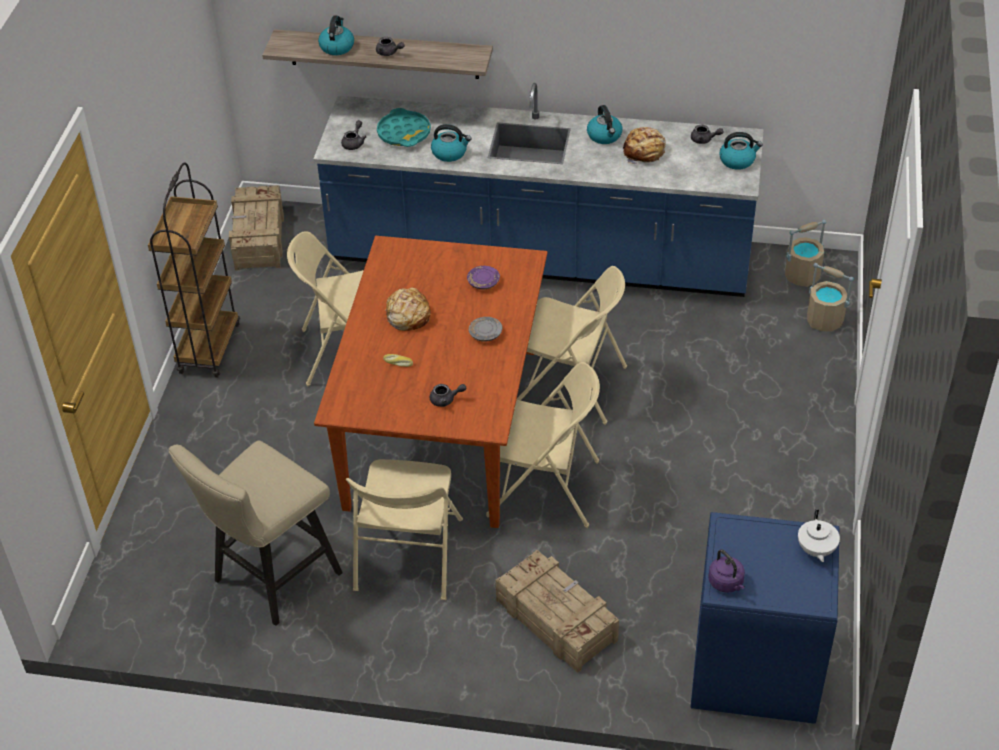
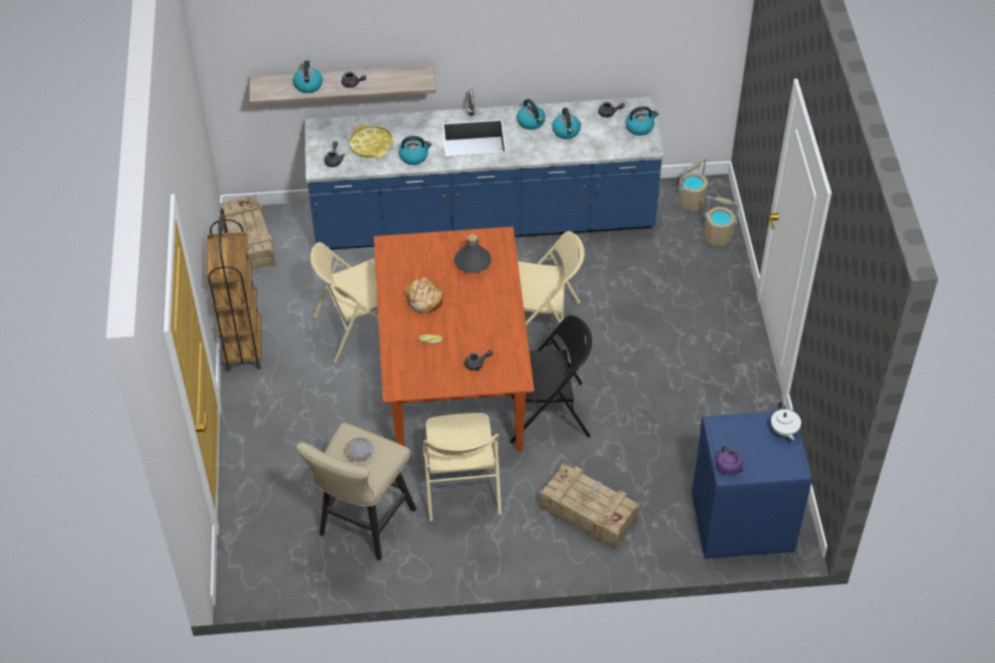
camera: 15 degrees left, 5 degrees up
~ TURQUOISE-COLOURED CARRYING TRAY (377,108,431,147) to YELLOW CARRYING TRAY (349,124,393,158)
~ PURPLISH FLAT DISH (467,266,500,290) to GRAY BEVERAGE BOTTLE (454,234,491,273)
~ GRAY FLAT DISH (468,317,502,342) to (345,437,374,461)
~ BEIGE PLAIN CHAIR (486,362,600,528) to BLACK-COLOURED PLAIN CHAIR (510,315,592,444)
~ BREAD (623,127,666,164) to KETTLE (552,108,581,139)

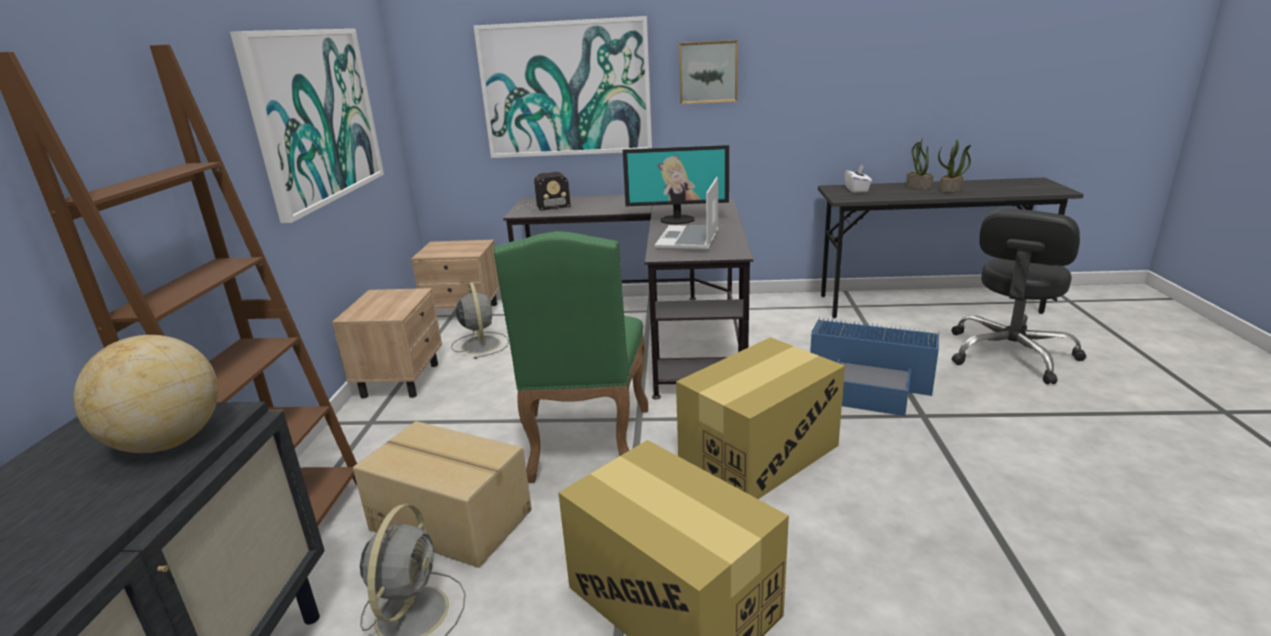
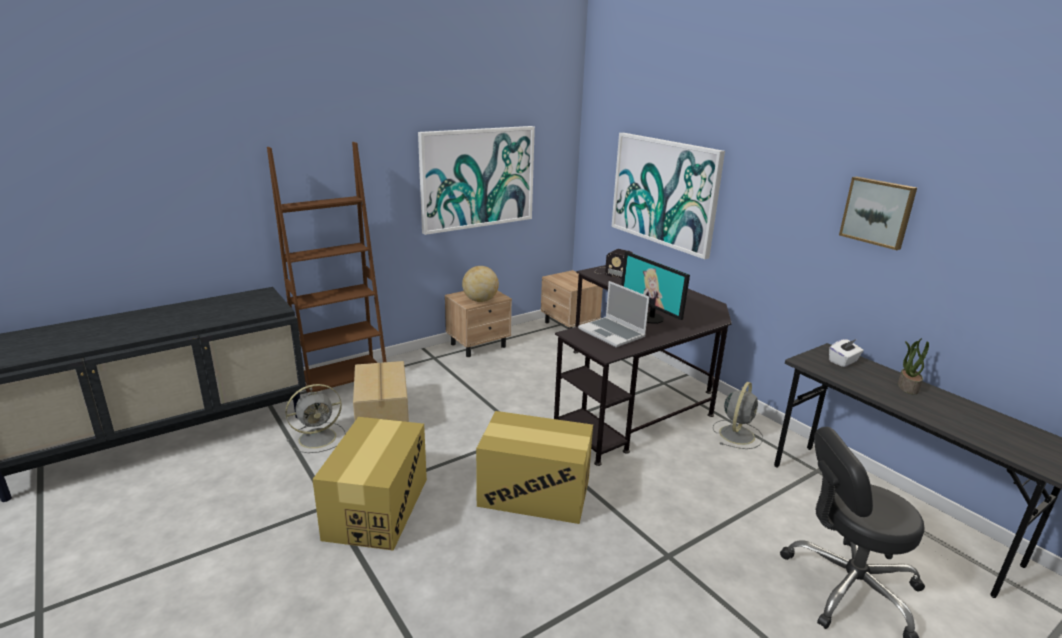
camera: 50 degrees right, 0 degrees up
~ WORLD GLOBE (74,335,218,453) to (462,266,499,302)
~ GRAY ELECTRIC FAN (451,282,509,359) to (713,382,763,449)
- GREENISH PLAIN CHAIR (493,231,648,483)
~ PORTABLE COMPUTER (655,177,718,251) = (578,281,649,347) 105 degrees counterclockwise
~ WALL ART (679,40,738,104) to (839,176,917,250)
- BLUISH STORAGE BIN (810,317,939,416)
- PLANT IN A POT (938,140,971,193)

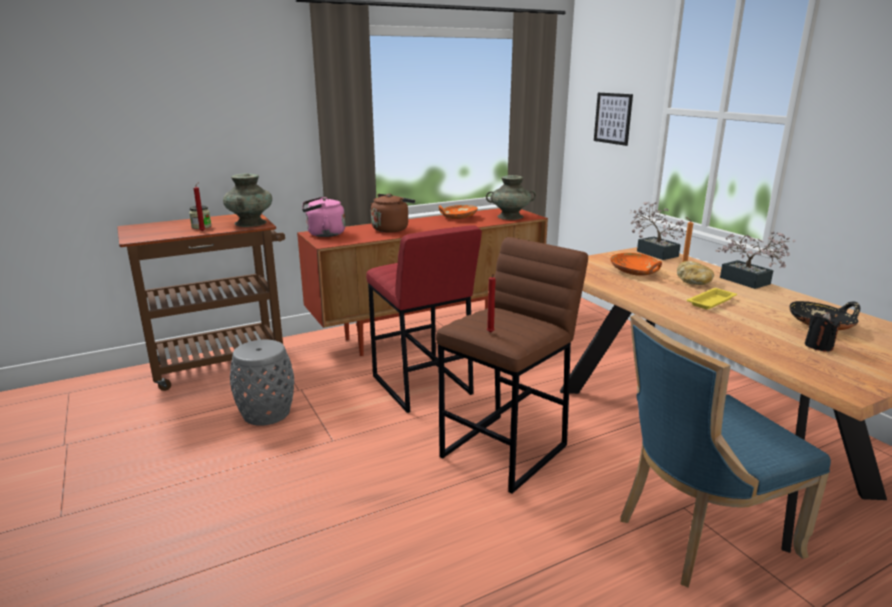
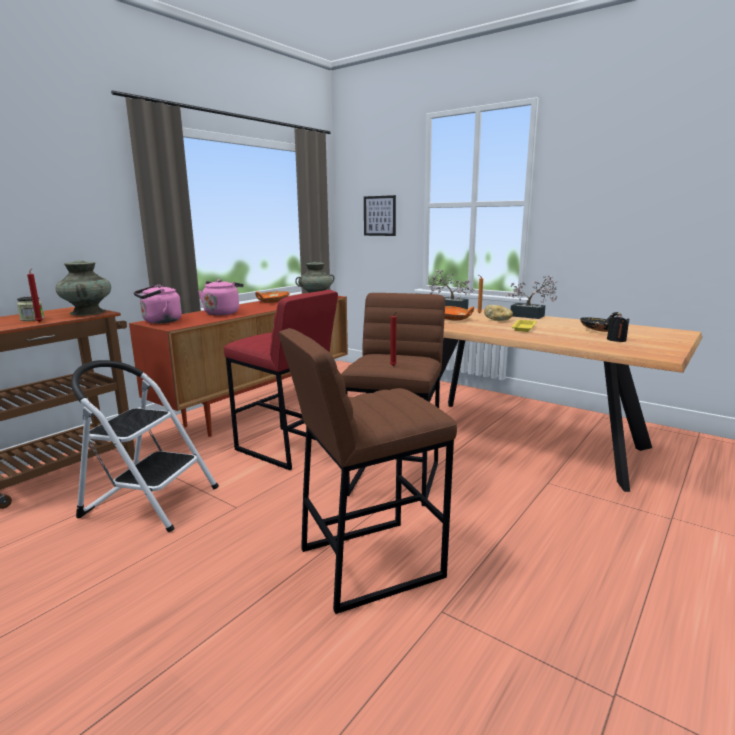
camera: 25 degrees left, 5 degrees down
~ GRAY SITTING STOOL (230,340,294,426) to STEP LADDER (71,360,219,532)
~ BROWN-COLOURED KETTLE (371,194,415,233) to PINKISH KETTLE (198,279,244,315)
- BLUISH PLAIN CHAIR (620,314,831,588)
+ BROWN-COLOURED SITTING STOOL (279,328,457,614)

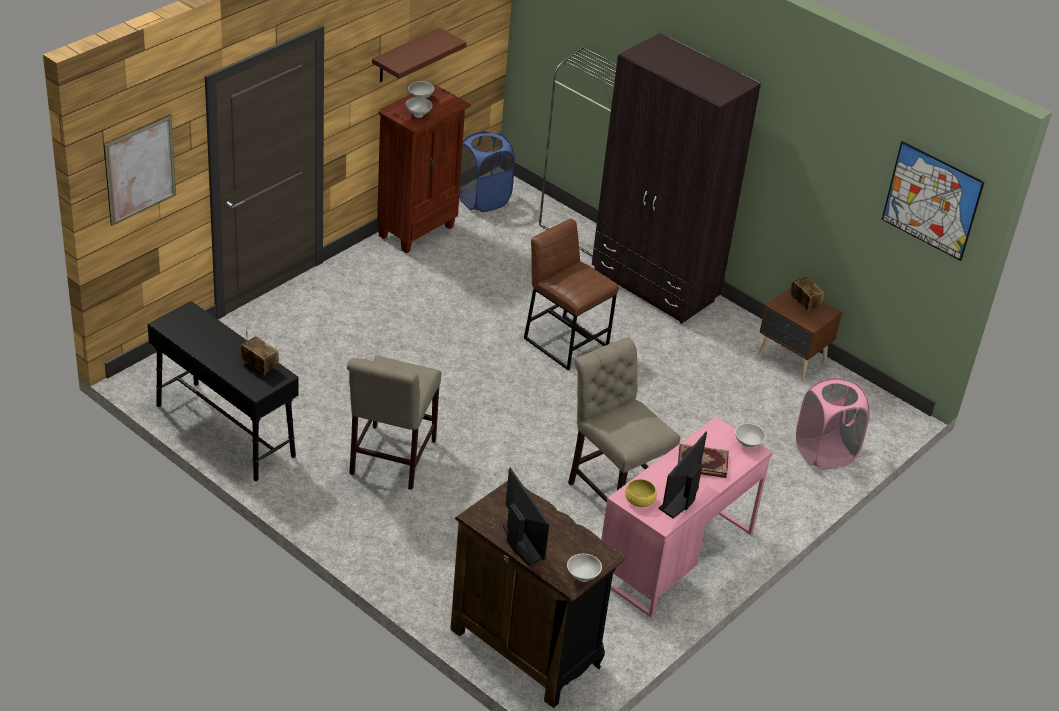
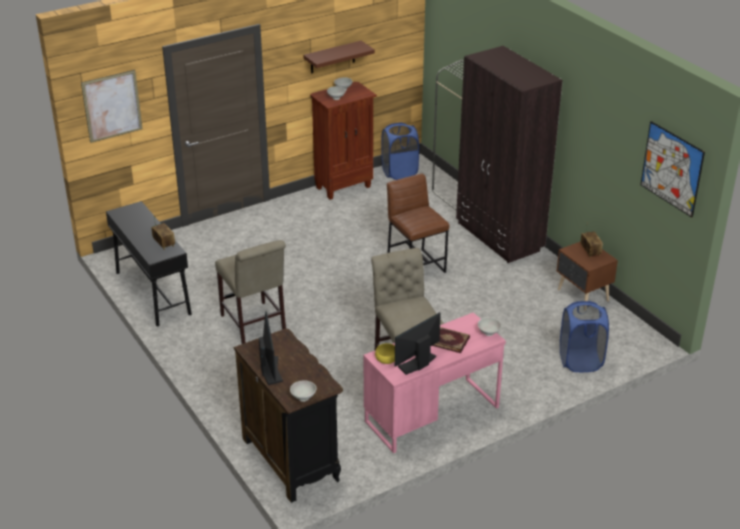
camera: 20 degrees right, 5 degrees down
~ BEIGE PLAIN CHAIR (347,356,441,490) = (215,240,286,344) 60 degrees counterclockwise
~ PINKISH WASHING BASKET (796,377,870,470) to BLUISH WASHING BASKET (560,301,609,372)

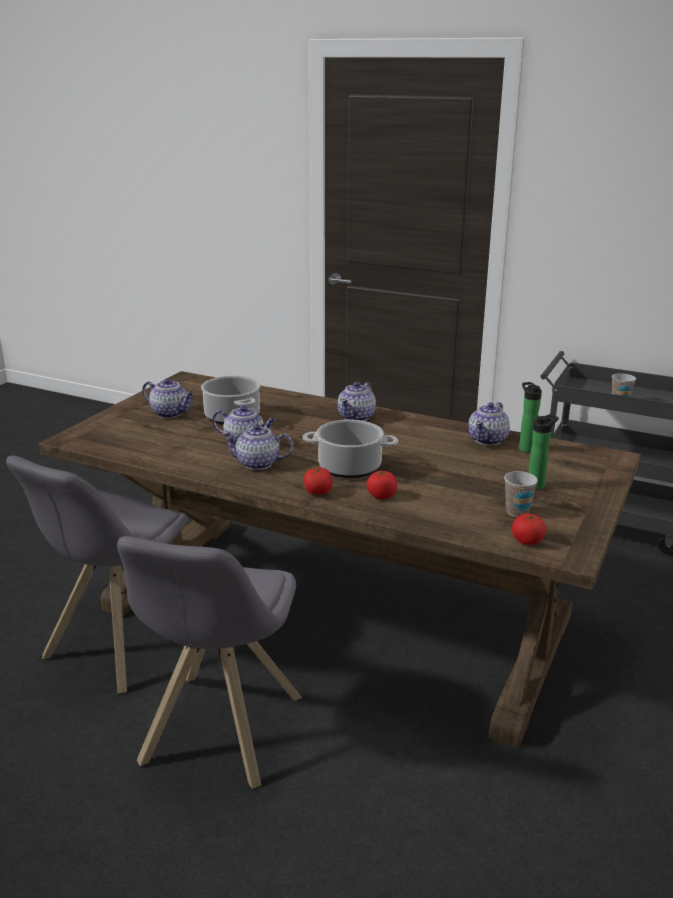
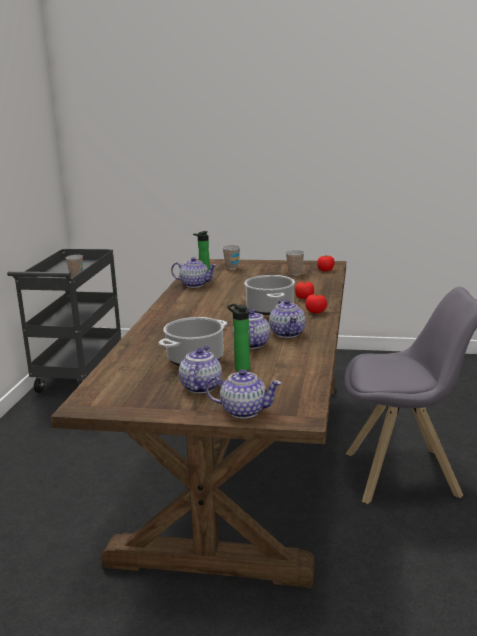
camera: 105 degrees left, 5 degrees down
- GRAY PLAIN CHAIR (6,455,188,694)
~ TEAPOT (337,382,376,421) to (206,369,282,419)
~ BEVERAGE BOTTLE (528,414,559,490) to (227,304,250,372)
+ CUP (222,245,240,269)

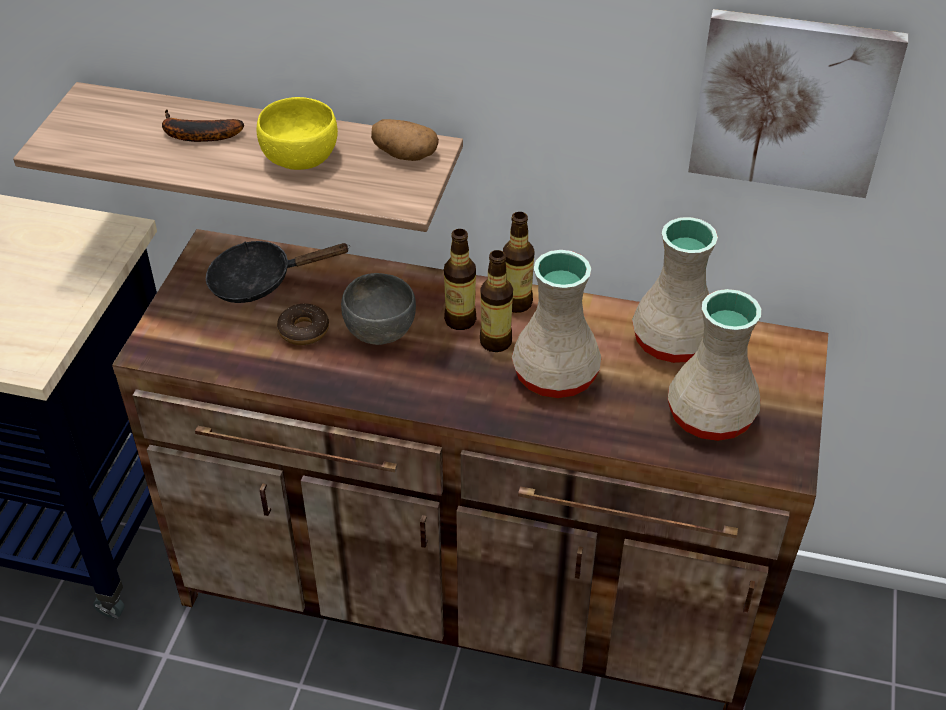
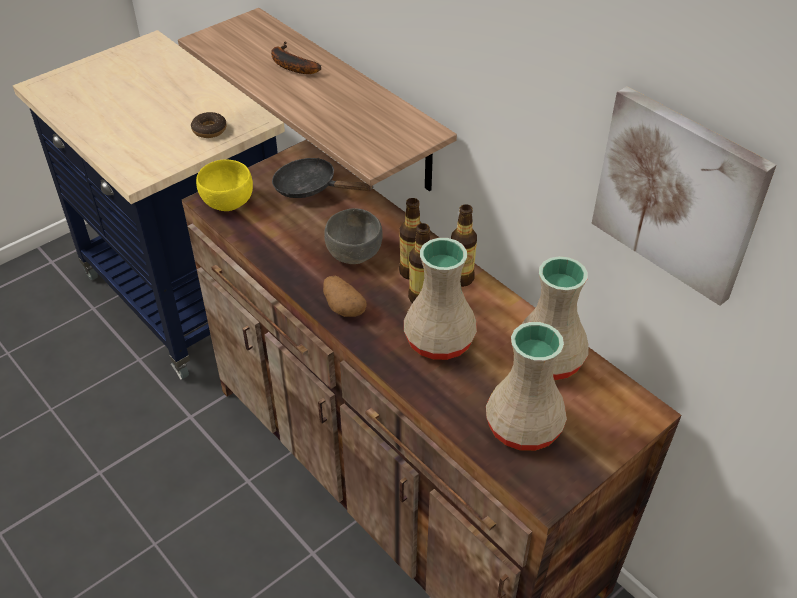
camera: 35 degrees right, 0 degrees up
~ YELLOW DEEP DISH (257,97,338,170) to (196,159,253,211)
~ RING DOUGHNUT (277,304,329,345) to (191,112,227,138)
~ POTATO (371,119,439,161) to (323,276,367,317)

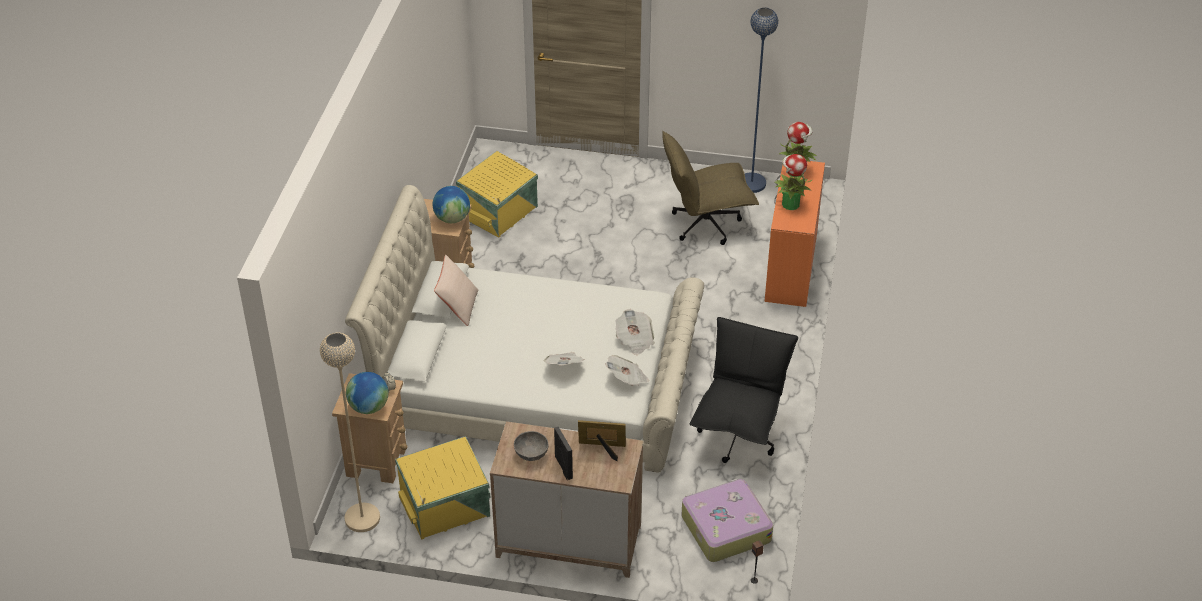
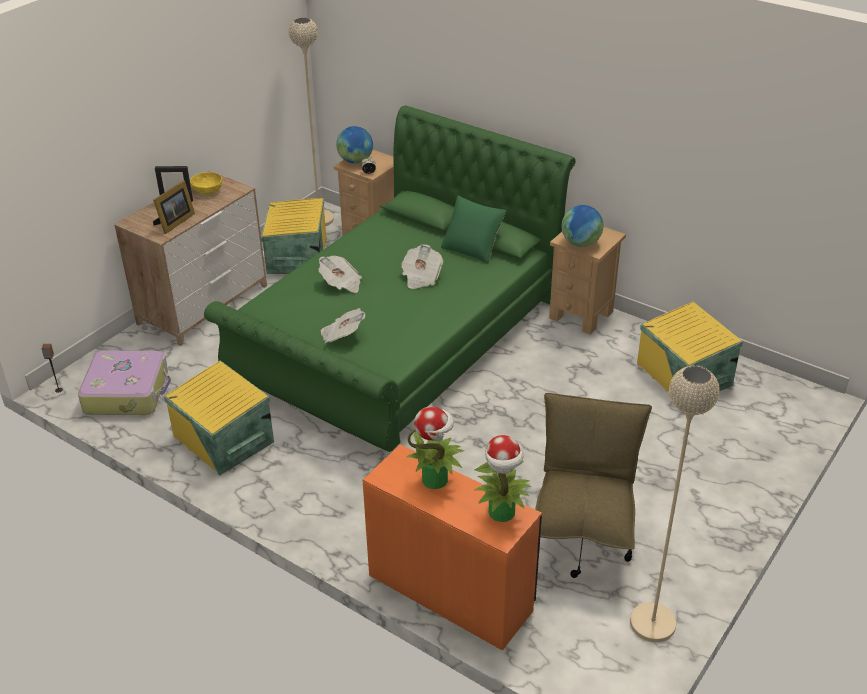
camera: 115 degrees right, 5 degrees down
~ BEIGE SLEEPING BED (345,185,704,473) to GREENISH SLEEPING BED (204,106,576,452)
~ BEIGE PILLOW (434,255,478,326) to GREENISH PILLOW (441,196,506,264)
~ GRAY DEEP DISH (514,431,549,461) to YELLOW DEEP DISH (190,172,222,194)
~ PRINTED PAPER (605,355,649,386) to (401,244,443,289)
~ BLACK-COLOURED DESK CHAIR (690,317,798,463) to YELLOW STORAGE BIN (164,360,274,475)
~ BLUISH FLOOR LAMP (745,8,778,193) to BEIGE FLOOR LAMP (630,365,720,642)

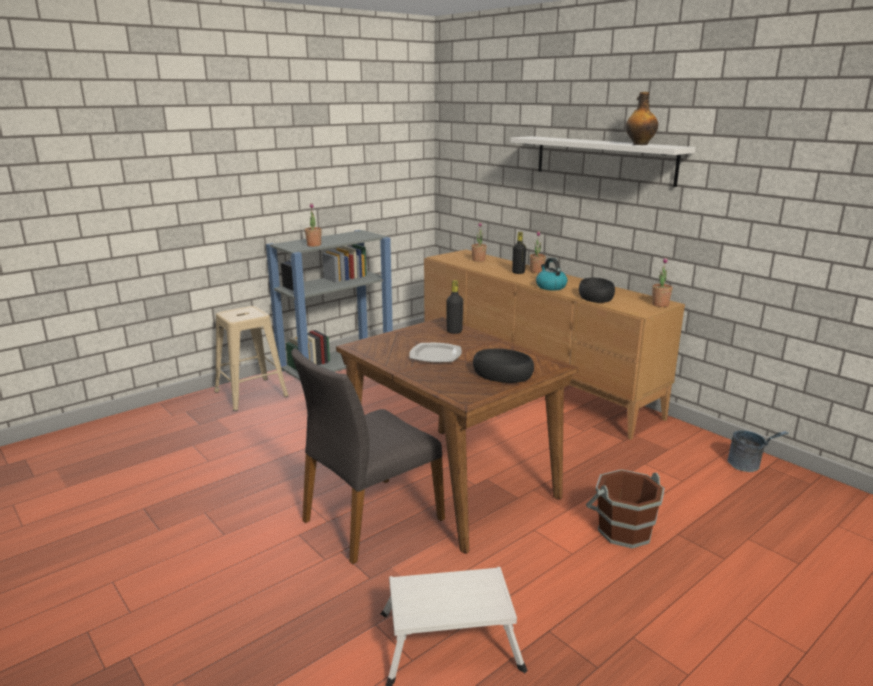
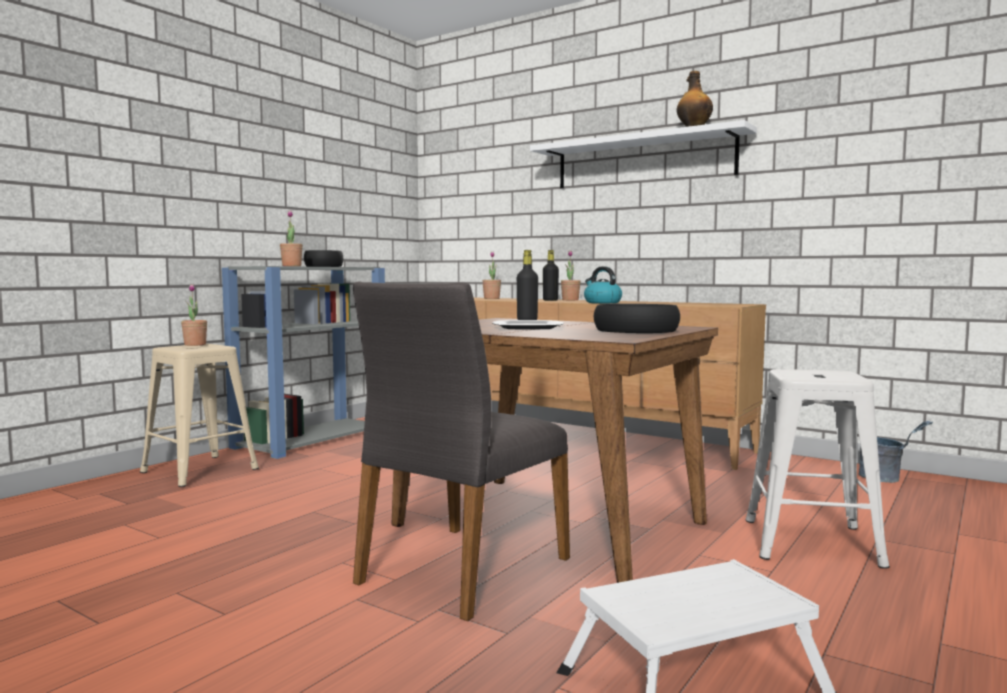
camera: 15 degrees left, 15 degrees down
~ BLACK-COLOURED DEEP DISH (579,278,615,303) to (304,250,343,267)
~ BROWN-COLOURED BUCKET (586,469,665,548) to WHITISH SITTING STOOL (745,369,890,569)
~ PLANT IN A POT (652,257,673,307) to (181,284,207,346)

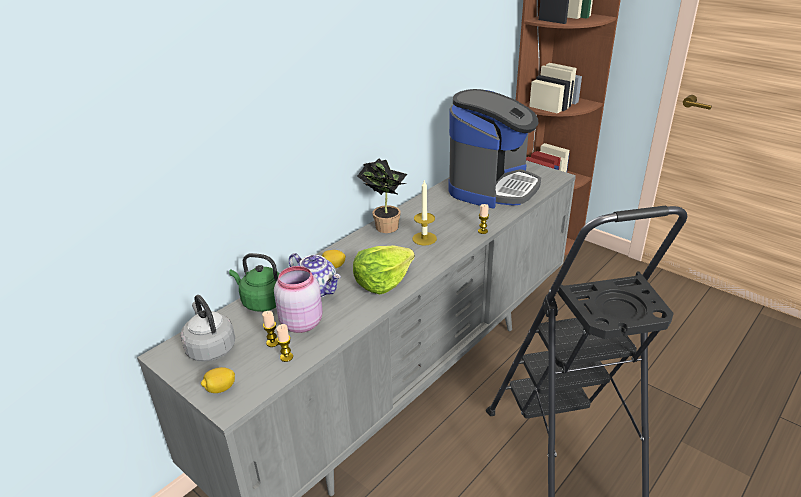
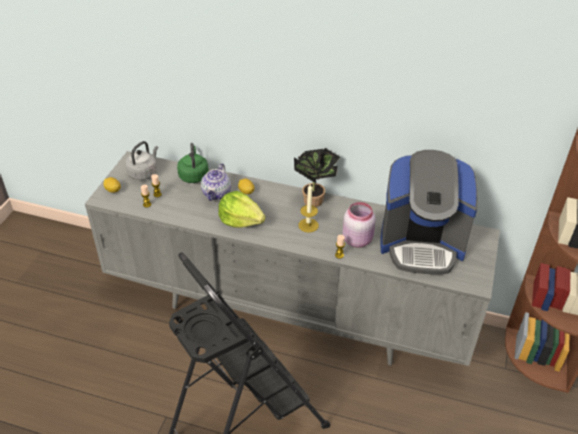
camera: 65 degrees right, 10 degrees up
~ PINKISH PRESERVE JAR (274,266,323,333) to (342,202,376,248)

